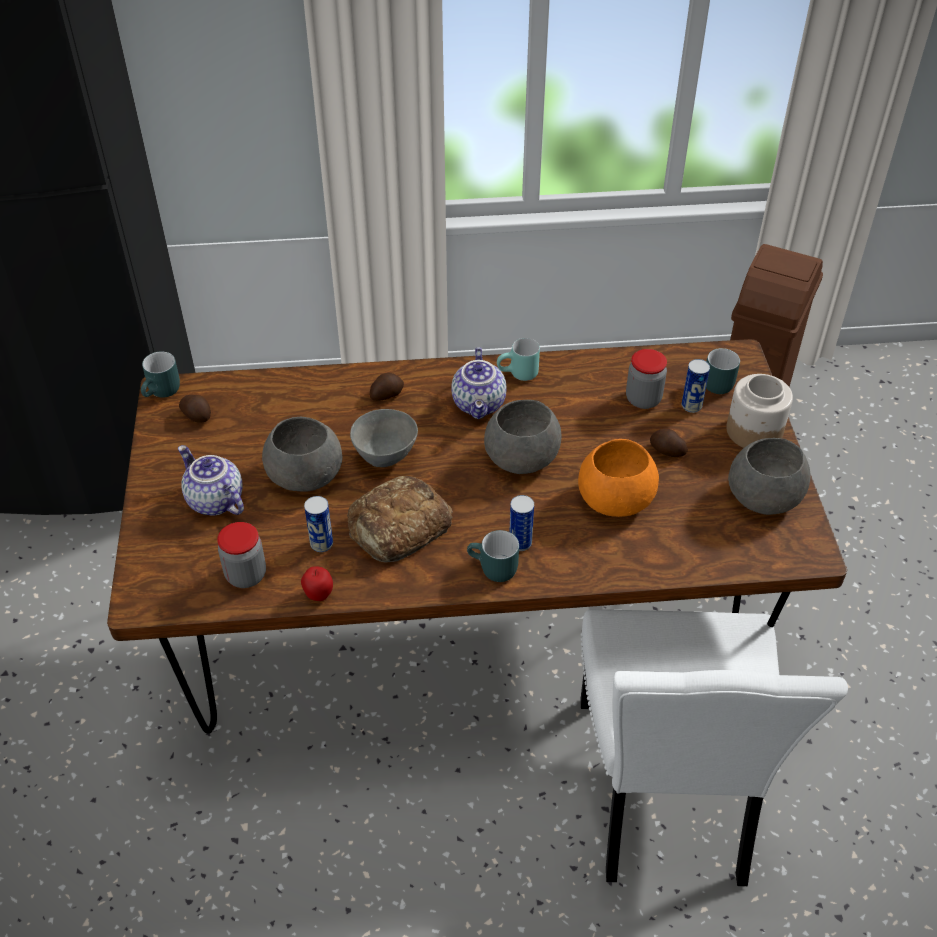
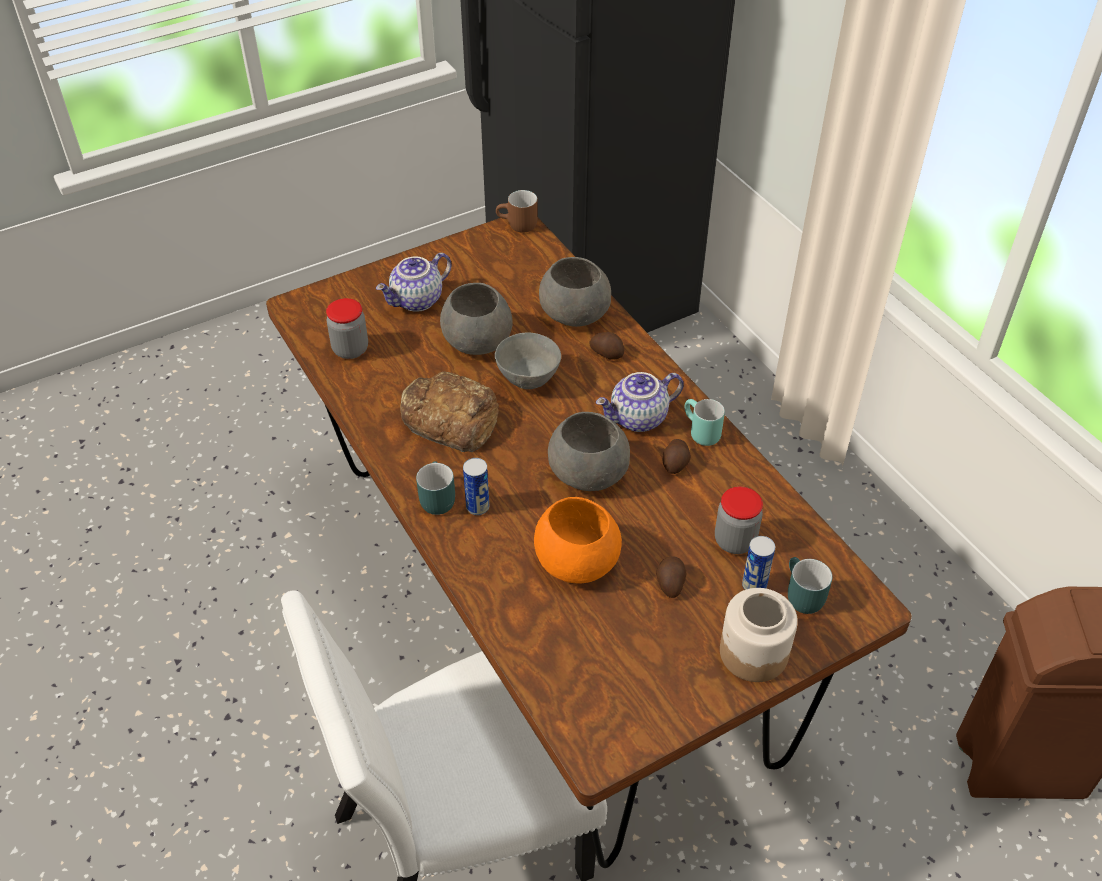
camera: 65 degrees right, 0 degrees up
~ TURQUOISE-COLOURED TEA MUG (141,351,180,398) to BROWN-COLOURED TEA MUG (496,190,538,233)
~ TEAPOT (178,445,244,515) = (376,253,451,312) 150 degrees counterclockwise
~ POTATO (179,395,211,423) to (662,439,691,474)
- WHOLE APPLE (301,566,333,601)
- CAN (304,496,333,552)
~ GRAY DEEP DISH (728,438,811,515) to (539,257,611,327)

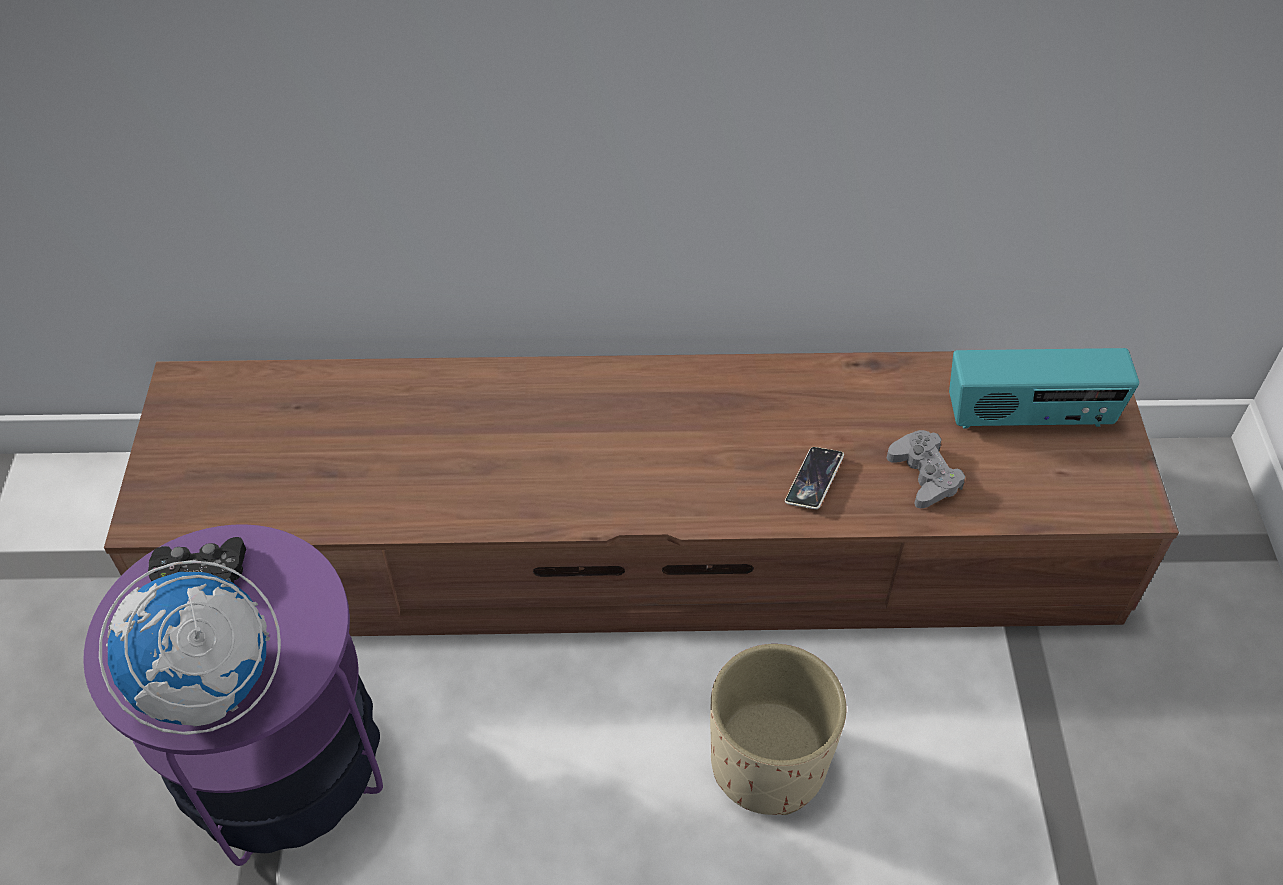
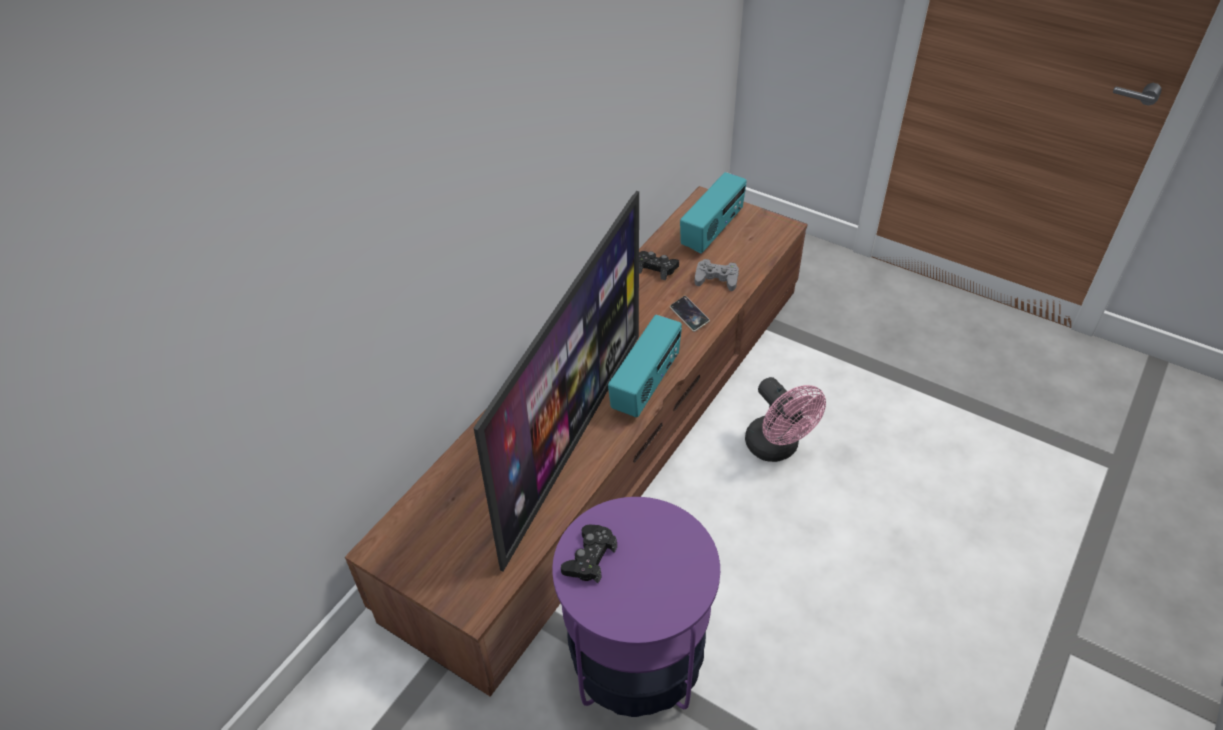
camera: 55 degrees left, 5 degrees down
- WORLD GLOBE (99,560,281,735)
~ BEIGE PLANT POT (710,644,846,815) to PINKISH ELECTRIC FAN (745,377,826,462)
+ TV (474,191,639,572)
+ RADIO SET (608,315,682,417)
+ BLACK-COLOURED GAME CONTROLLER (639,251,679,280)

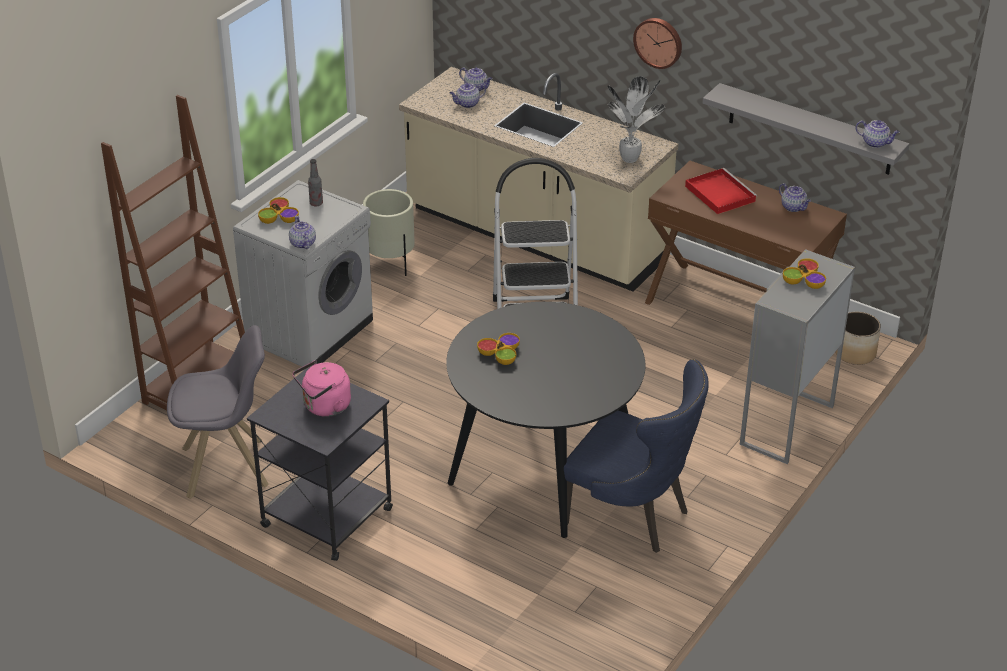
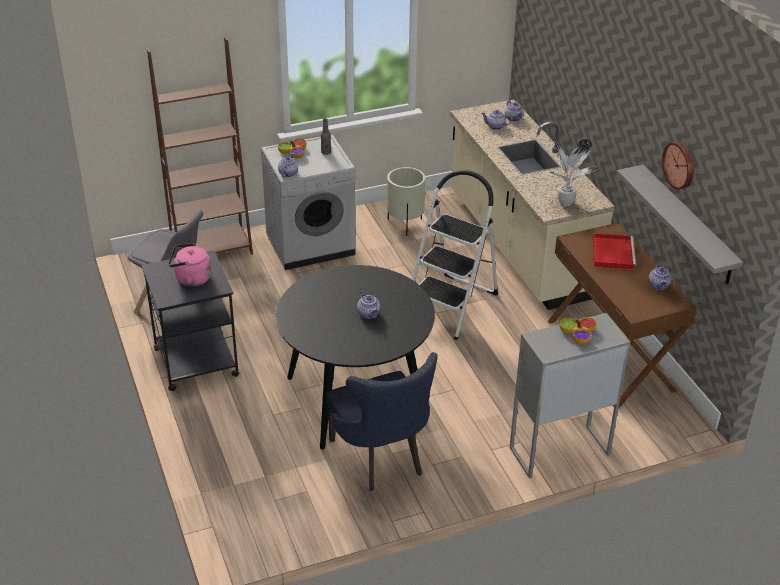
camera: 35 degrees right, 0 degrees up
- DEEP DISH (477,333,520,365)
~ WALL CLOCK (633,18,682,69) to (662,142,694,190)
- PLANT POT (835,312,881,365)
~ TEAPOT (856,120,899,148) to (357,291,380,319)

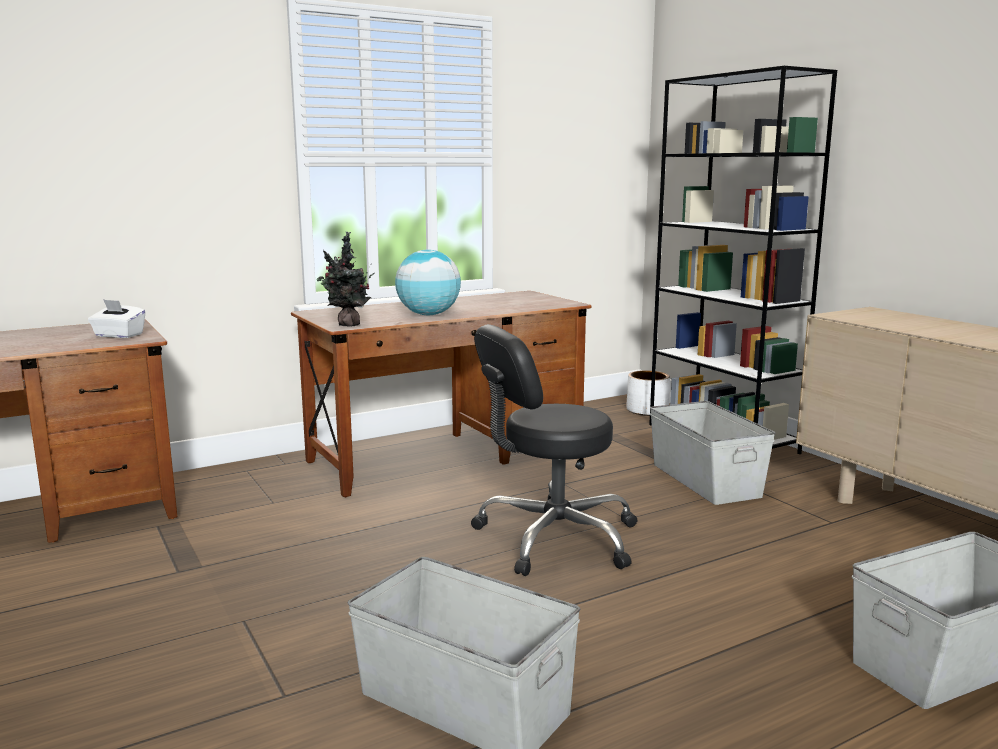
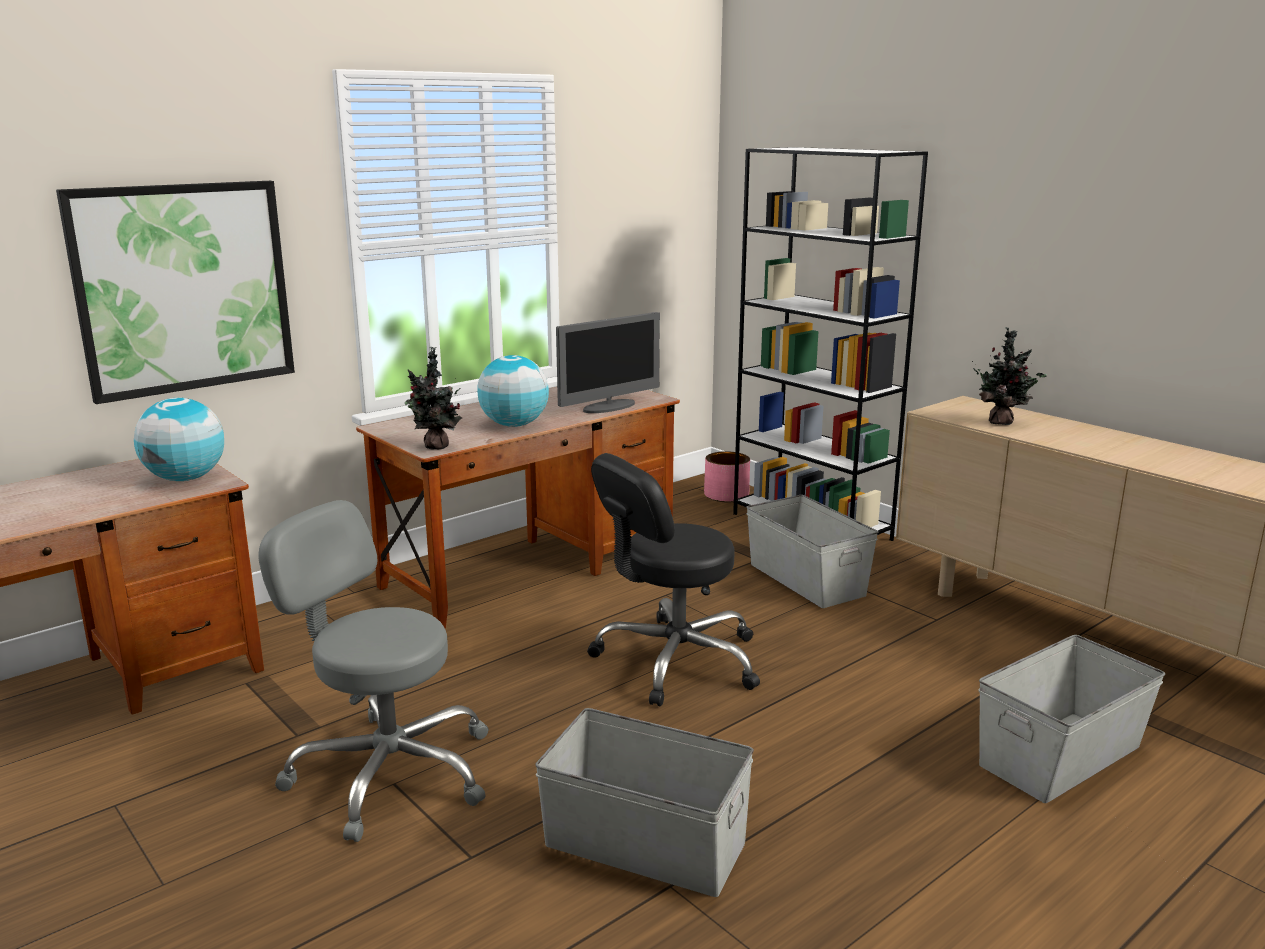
camera: 10 degrees left, 5 degrees up
~ WHITISH TISSUE BOX (88,299,146,338) to WORLD GLOBE (134,398,224,481)
~ WHITISH PLANT POT (627,370,670,416) to PINKISH PLANT POT (704,451,750,503)
+ WALL ART (56,181,295,404)
+ GRAY DESK CHAIR (259,500,489,842)
+ COMPUTER SCREEN (556,312,660,413)
+ PLANT IN A POT (972,327,1047,425)

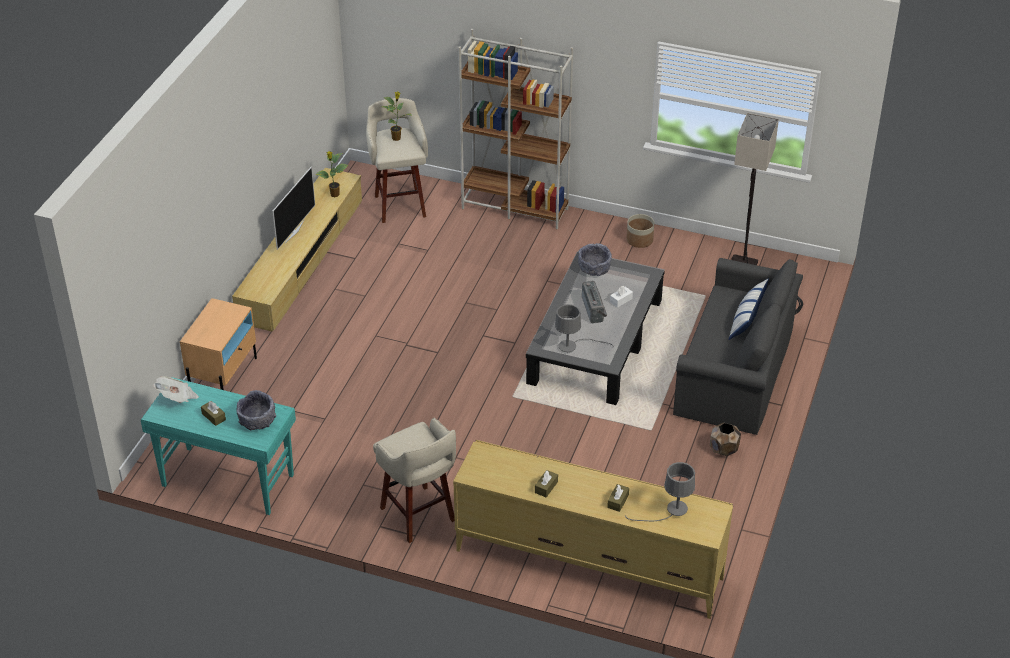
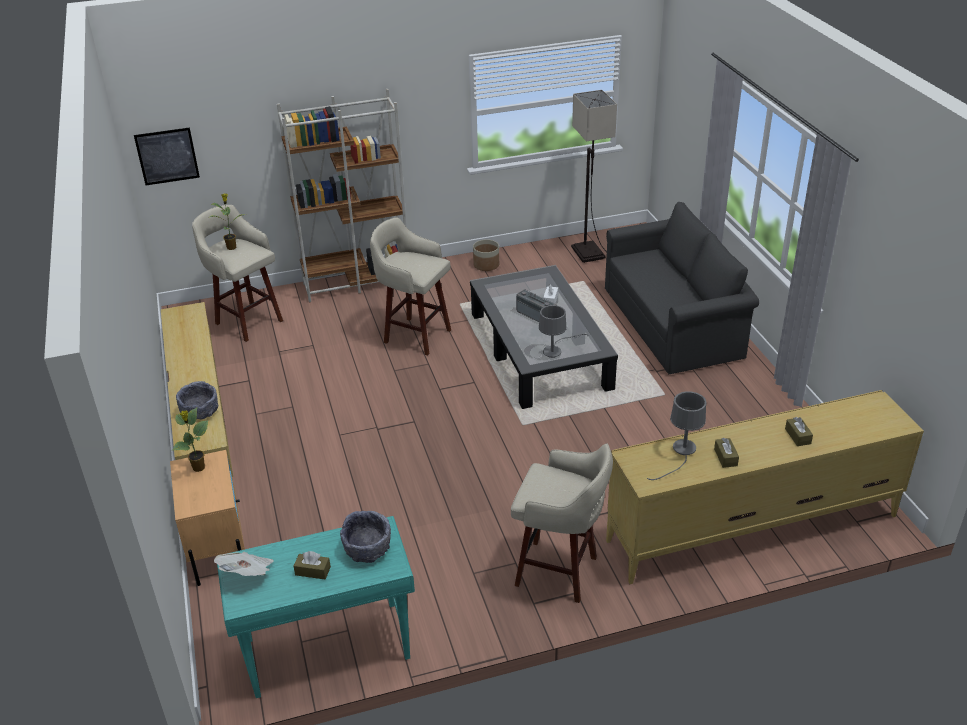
camera: 35 degrees left, 5 degrees down
- TV (272,166,315,250)
~ PLANT IN A POT (315,151,348,197) to (172,407,208,472)
~ GRAY DEEP DISH (578,243,612,276) to (176,381,218,420)
~ GRAY TABLETOP LAMP (625,462,695,521) to (647,391,707,480)
- BROWN-COLOURED PLANT POT (710,423,741,456)
- PILLOW (729,278,769,340)
+ WALL ART (134,127,200,185)
+ BEIGE SITTING STOOL (370,218,451,356)

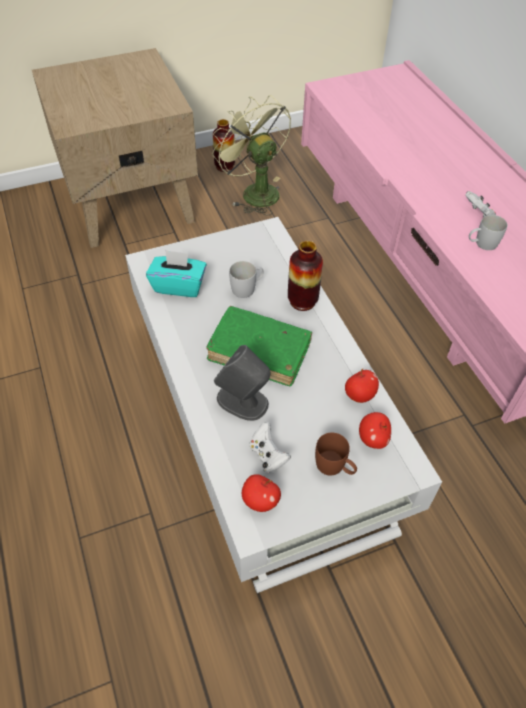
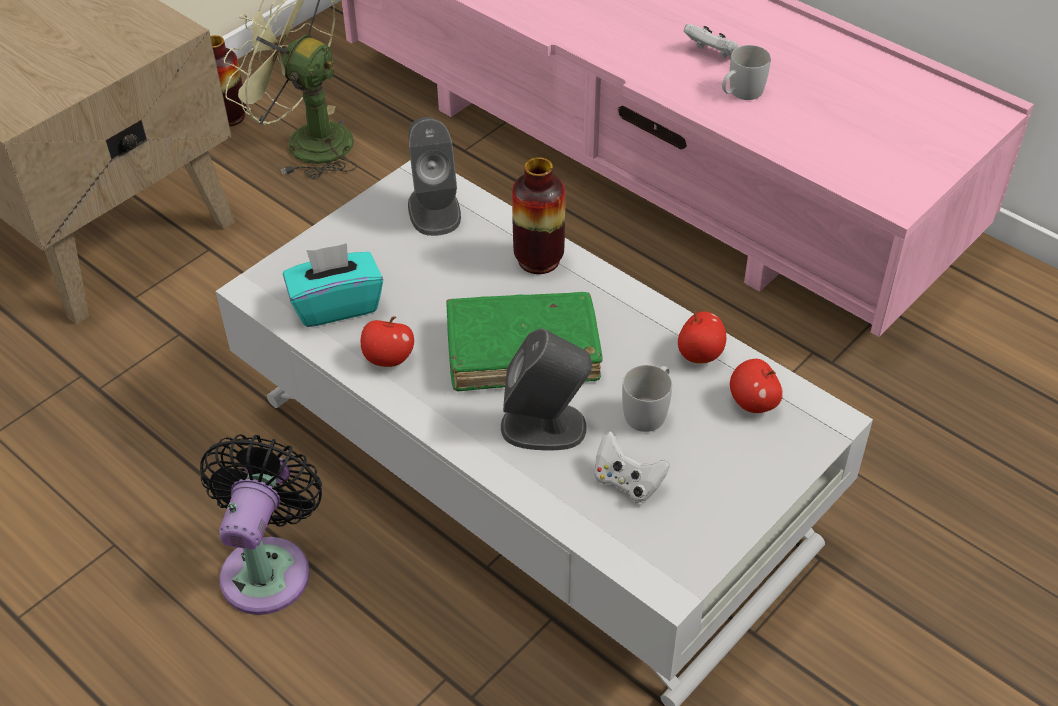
camera: 25 degrees left, 5 degrees down
~ WHITISH TEA MUG (229,261,264,298) to (622,365,672,432)
~ WHOLE APPLE (242,474,281,512) to (361,316,414,367)
- BROWN-COLOURED TEA MUG (315,433,357,476)
+ BLACK-COLOURED ELECTRIC FAN (200,434,322,615)
+ GRAY AUDIO SPEAKER (408,117,461,236)

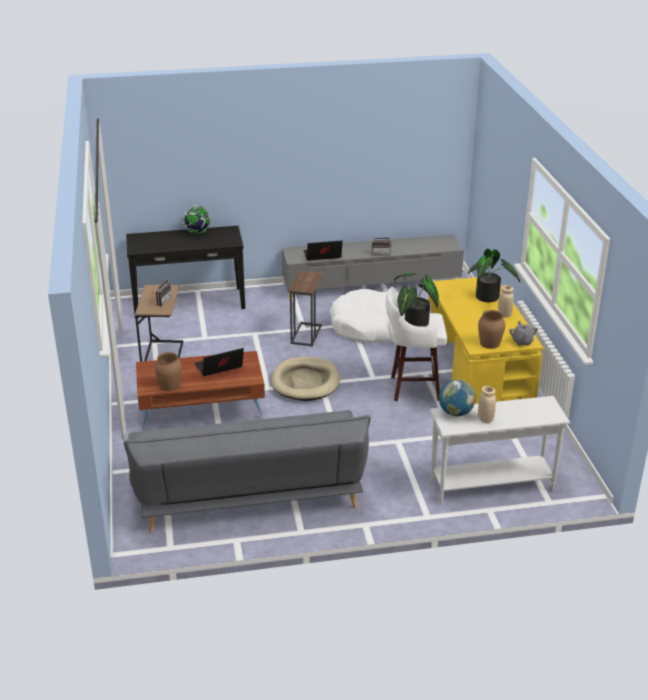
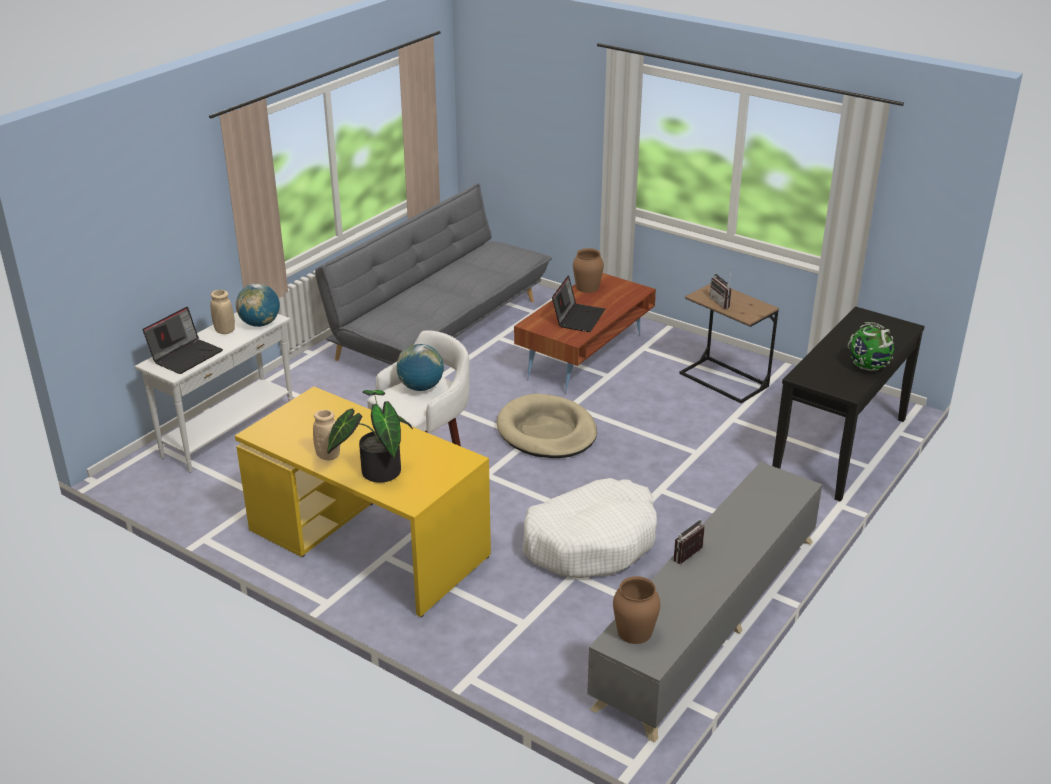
camera: 135 degrees right, 0 degrees up
- BROWN-COLOURED SIDE TABLE (289,270,323,347)
~ PORTABLE COMPUTER (304,240,343,261) to (143,307,223,374)
~ PLANT IN A POT (394,273,439,327) to WORLD GLOBE (397,344,444,391)
~ BROWN-COLOURED VASE (478,310,505,349) to (613,576,660,644)
- GRAY TEAPOT (509,321,538,346)

